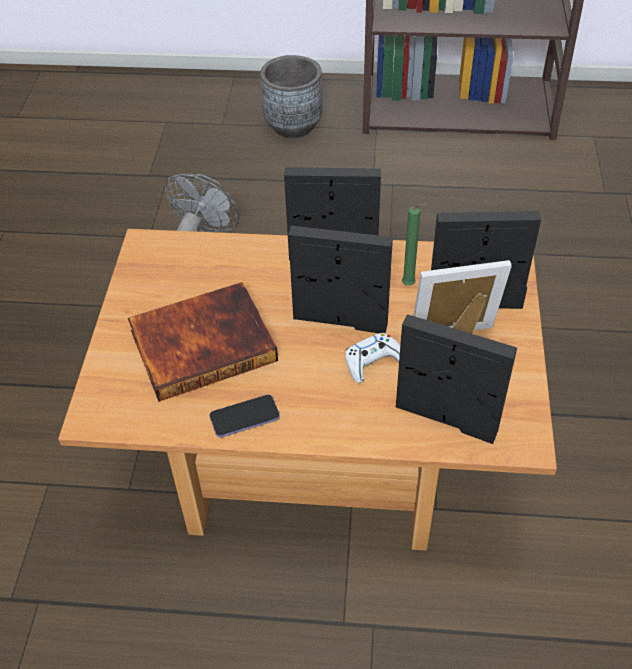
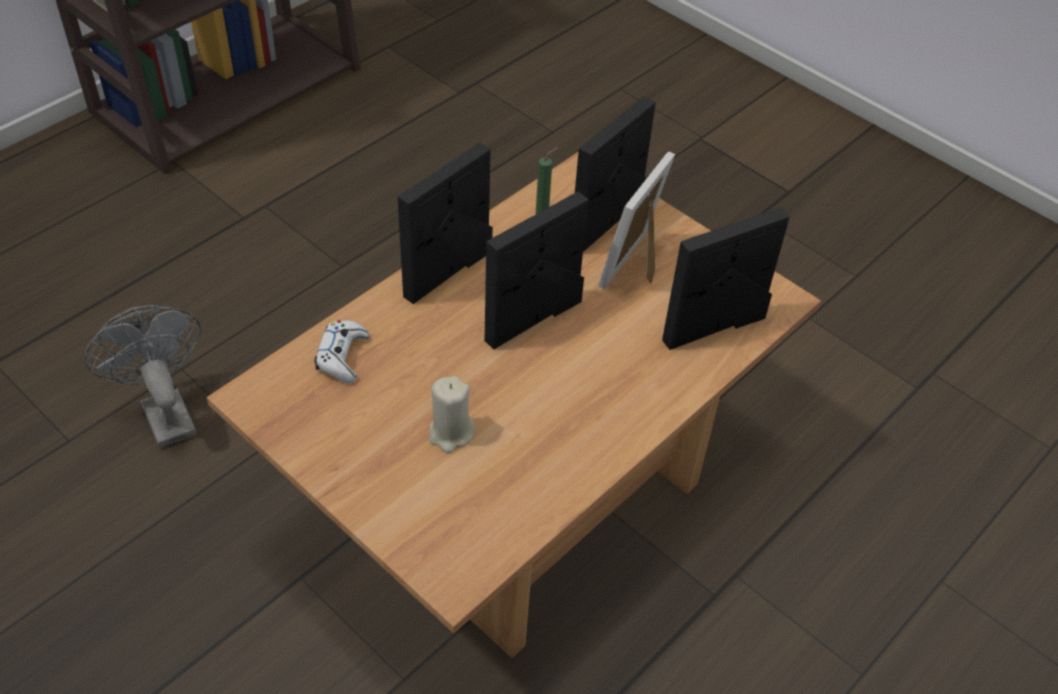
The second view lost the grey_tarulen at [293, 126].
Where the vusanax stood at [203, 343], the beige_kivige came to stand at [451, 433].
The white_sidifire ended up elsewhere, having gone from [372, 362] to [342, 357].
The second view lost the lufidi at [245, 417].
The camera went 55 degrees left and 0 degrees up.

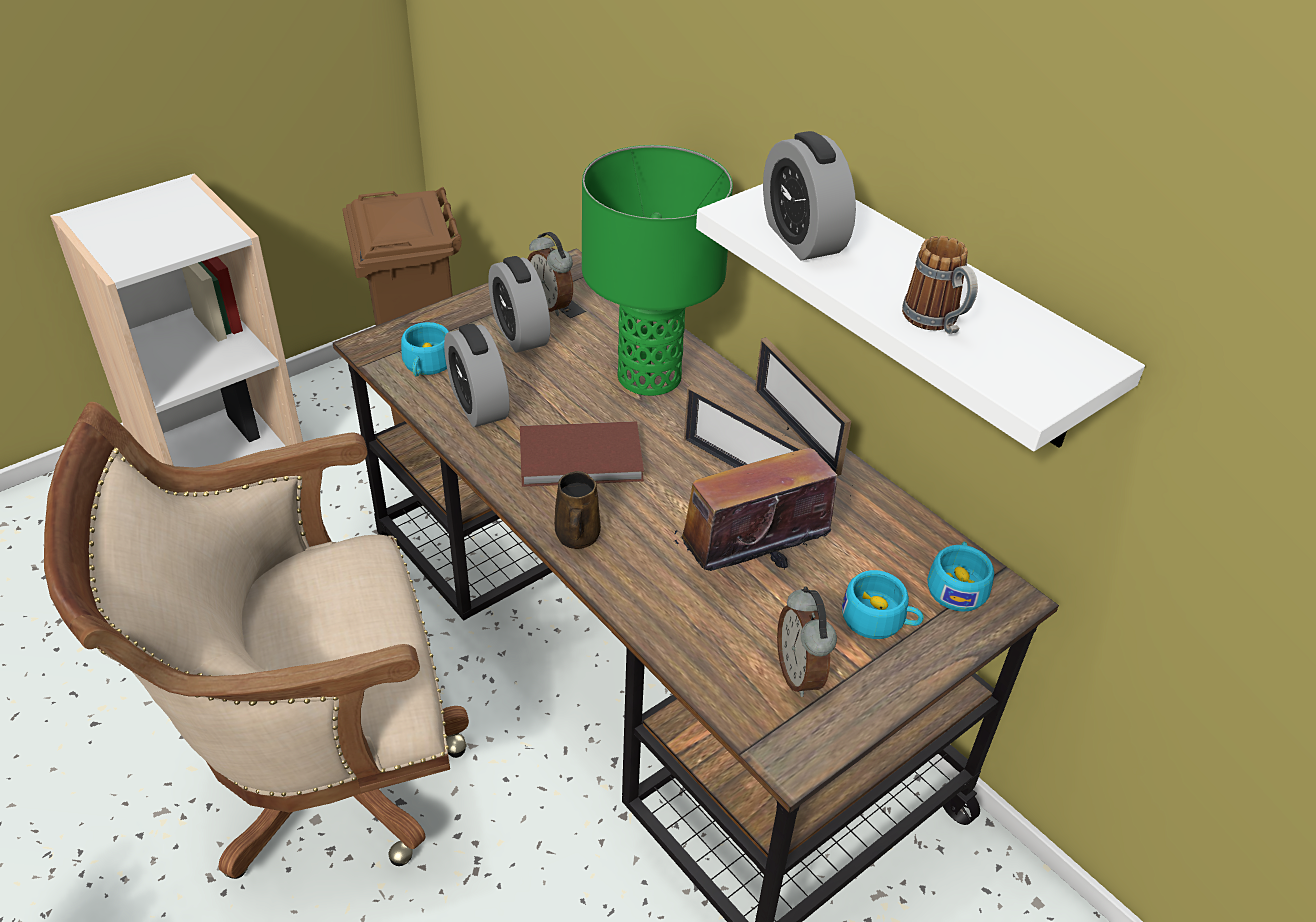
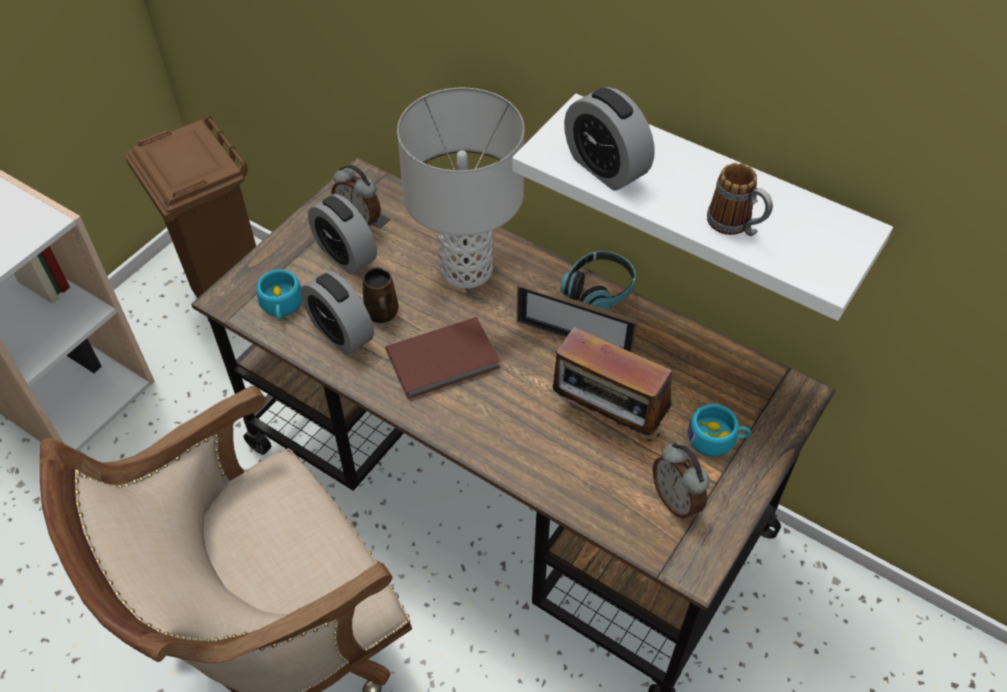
What was the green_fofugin at [650, 375] turned into the white_fofugin at [466, 267].
Where the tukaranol stood at [796, 431], the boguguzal came to stand at [599, 290].
The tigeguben at [749, 564] ended up facing another way, 105 degrees counterclockwise from before.
The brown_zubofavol ended up elsewhere, having gone from [577, 537] to [382, 314].
The second view lost the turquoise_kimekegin at [957, 586].
The camera went 15 degrees left and 10 degrees up.

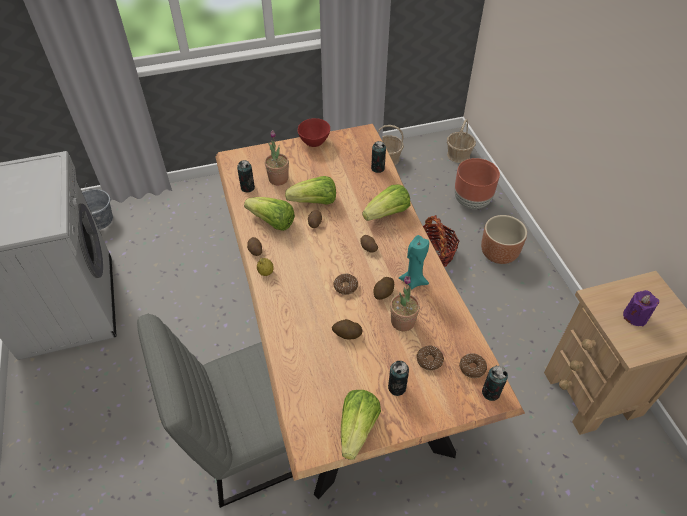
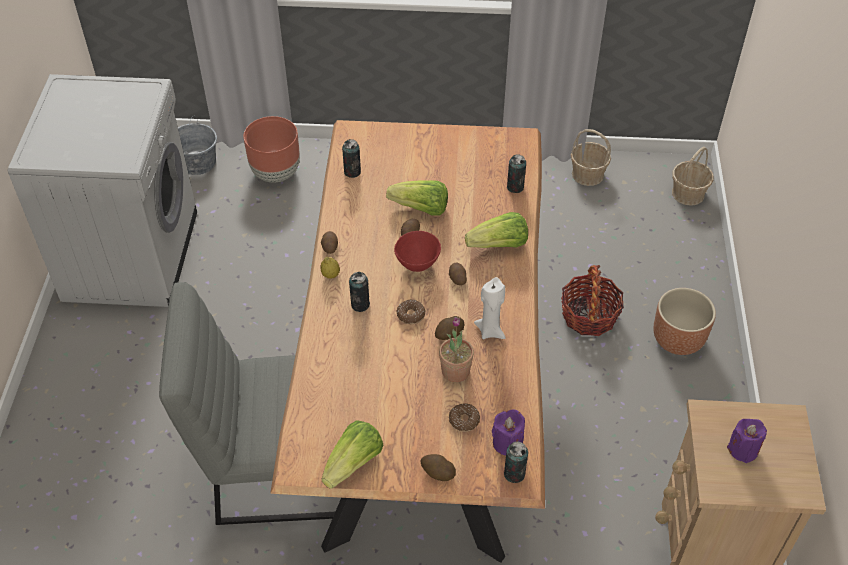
The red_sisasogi ended up elsewhere, having gone from [314, 143] to [417, 265].
The second view lost the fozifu at [278, 179].
The brown_tarulen ended up elsewhere, having gone from [472, 202] to [276, 173].
The second view lost the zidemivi at [272, 222].
What was the turquoise_kivige at [413, 281] turned into the white_kivige at [490, 330].
The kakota ended up elsewhere, having gone from [347, 334] to [437, 473].
Where the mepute stood at [472, 368], the purple_kivige came to stand at [507, 443].
The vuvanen ended up elsewhere, having gone from [397, 387] to [360, 304].
The camera went 20 degrees right and 0 degrees up.

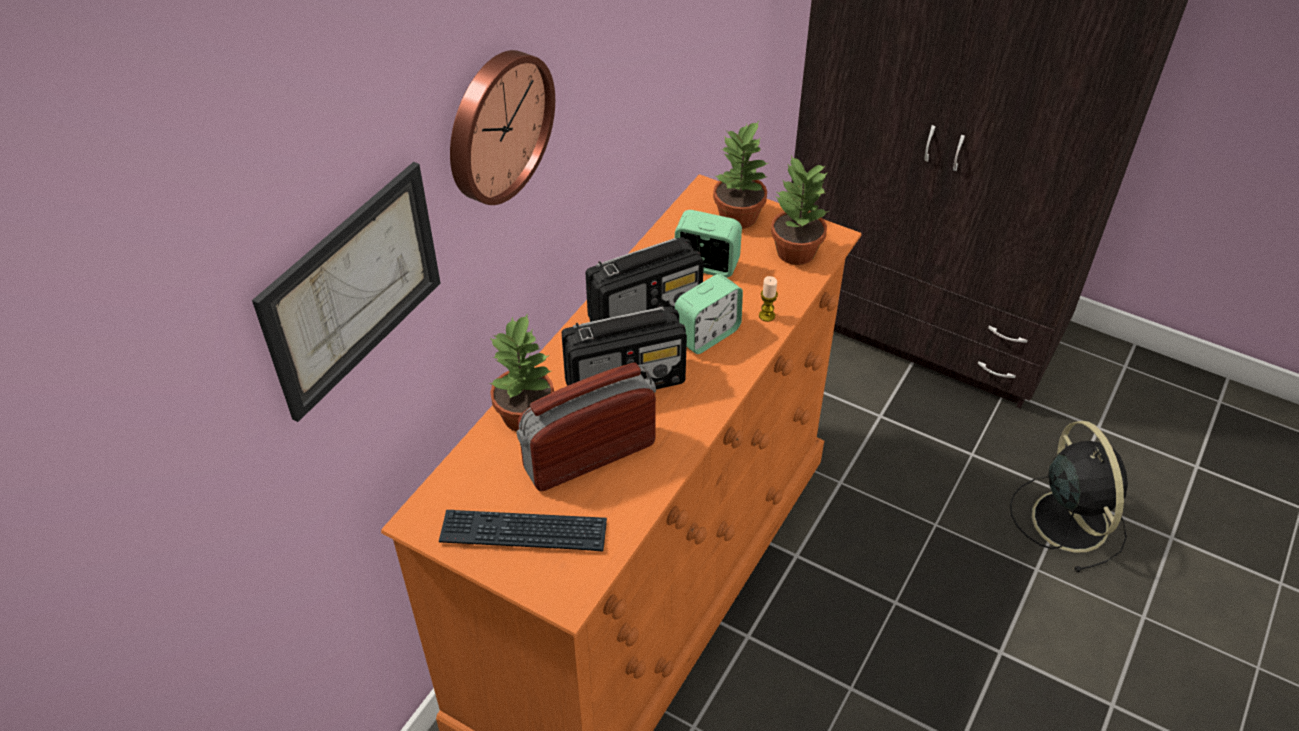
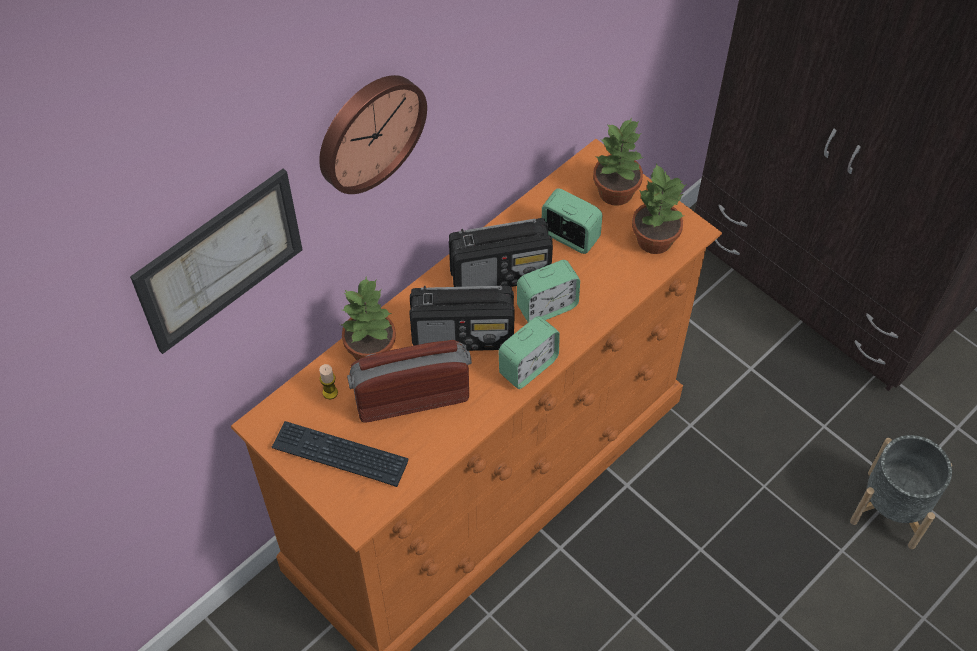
The kivige ended up elsewhere, having gone from [767, 315] to [330, 392].
Where the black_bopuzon stood at [1068, 518], the grey_tarulen came to stand at [891, 509].
The second view gained the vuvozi at [528, 366].
The camera went 15 degrees right and 10 degrees up.

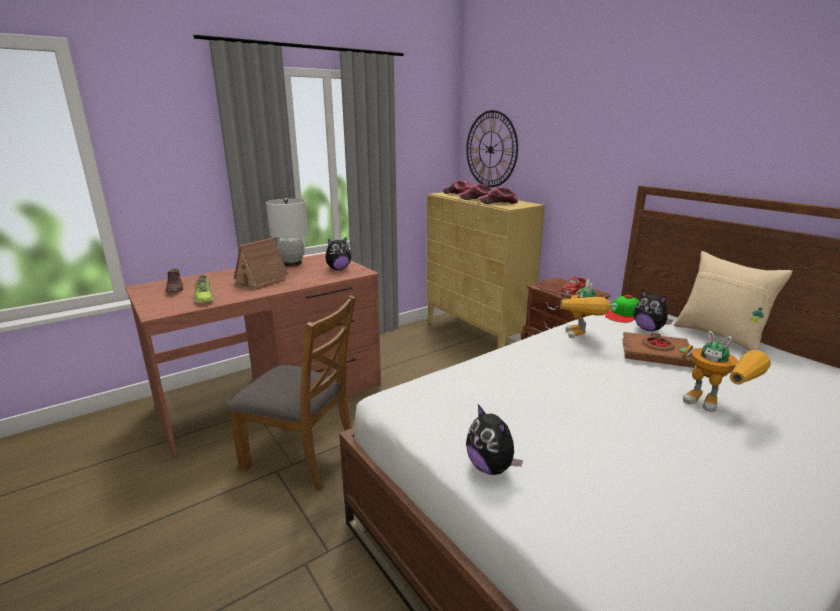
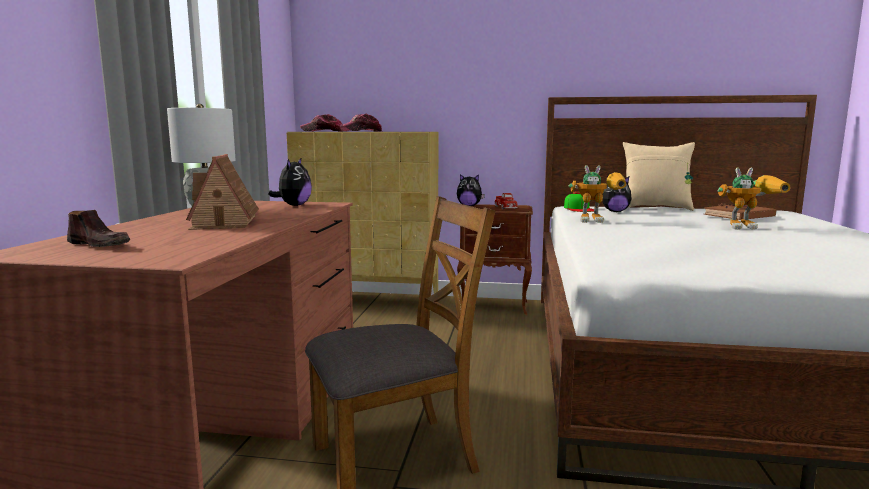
The second view lost the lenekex at [491, 149].
The second view lost the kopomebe at [498, 202].
The second view lost the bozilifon at [203, 298].
The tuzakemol at [582, 338] ended up facing another way, 45 degrees counterclockwise from before.
The brown_vusanax ended up elsewhere, having gone from [655, 354] to [738, 217].
The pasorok ended up elsewhere, having gone from [491, 467] to [469, 206].
The camera went 45 degrees left and 10 degrees down.

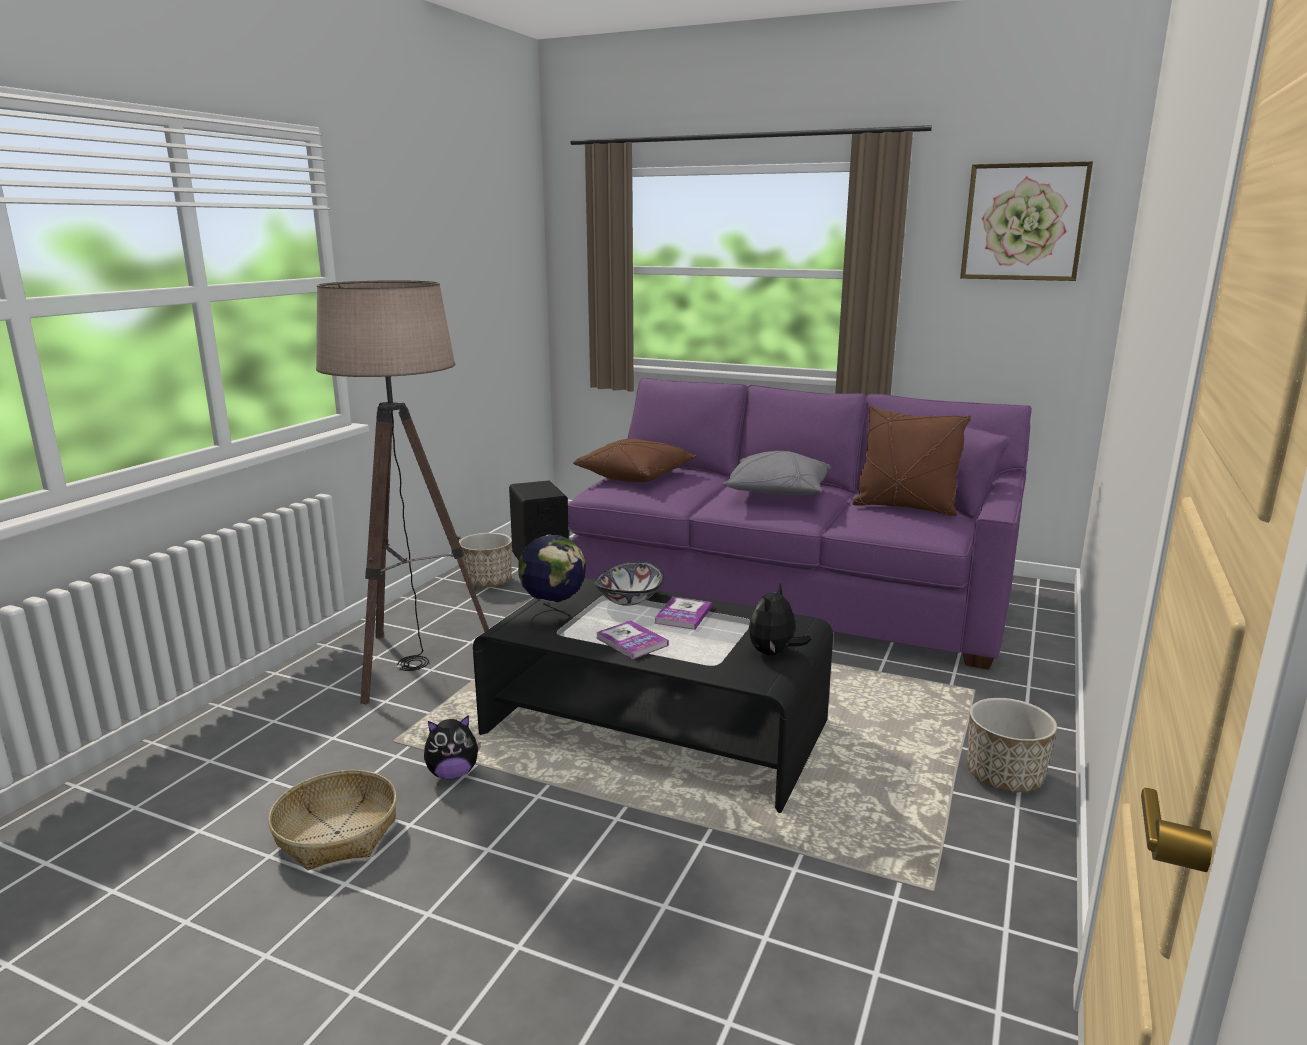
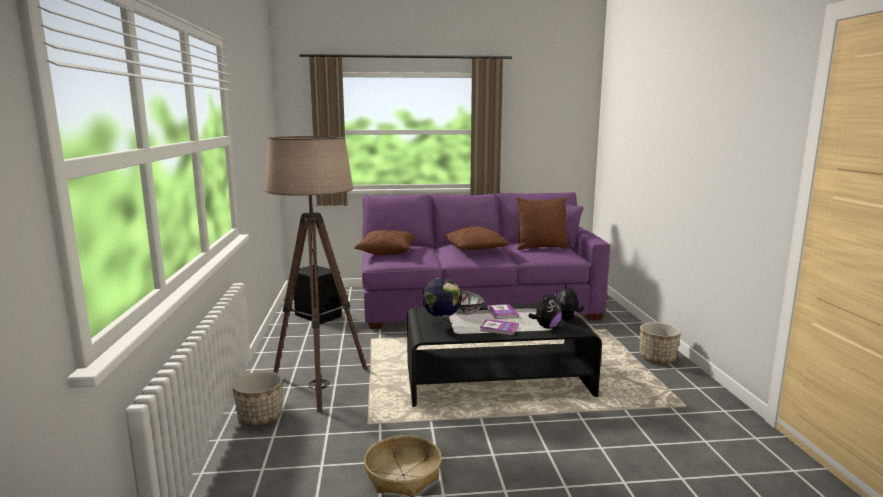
The second view lost the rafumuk at [1024, 222].
What was the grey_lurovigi at [778, 494] turned into the brown_lurovigi at [476, 250].
The tarulen ended up elsewhere, having gone from [488, 582] to [260, 418].
The pasorok ended up elsewhere, having gone from [453, 774] to [546, 327].
The camera went 30 degrees left and 5 degrees down.

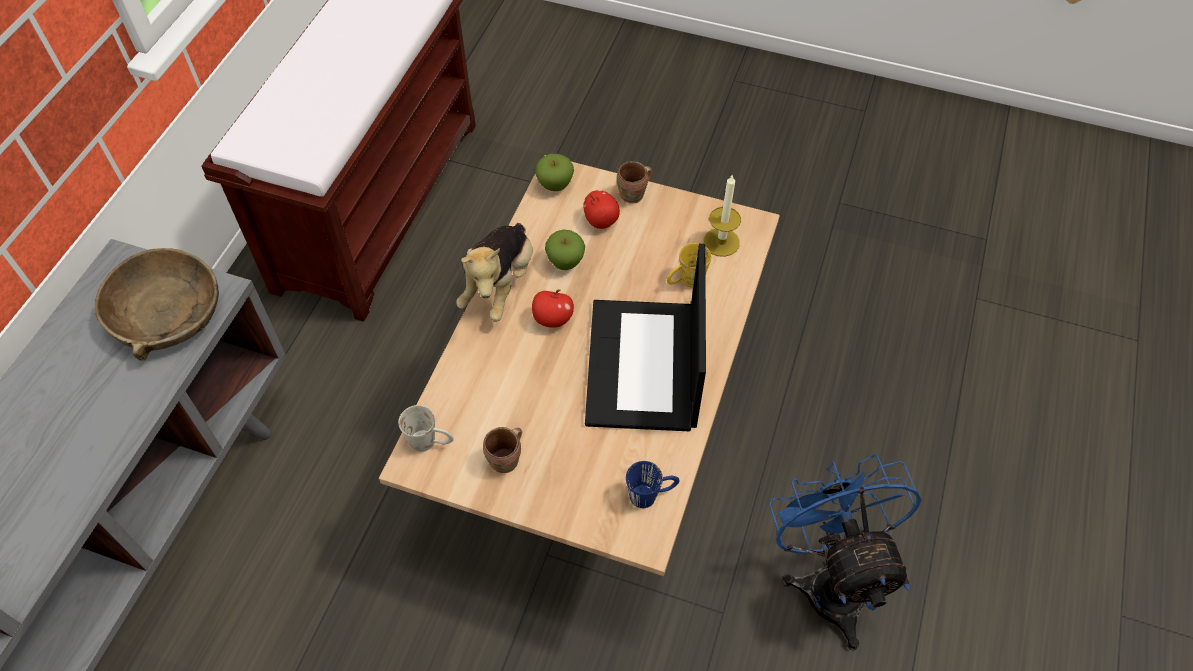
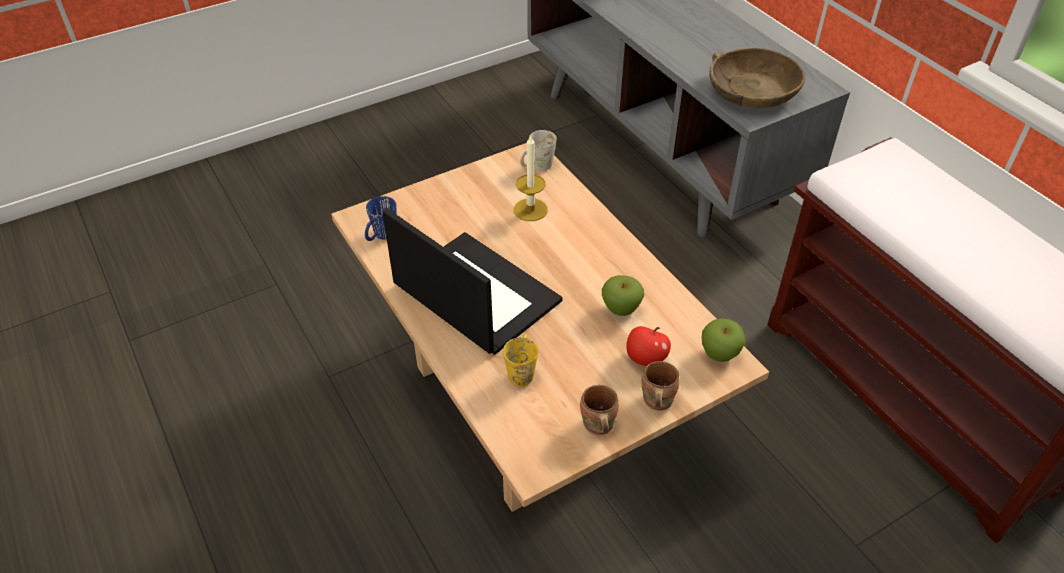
The kivige ended up elsewhere, having gone from [721, 242] to [530, 210].
The second view lost the pasorok at [500, 285].
The second view lost the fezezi at [552, 319].
The brown_zubofavol ended up elsewhere, having gone from [507, 460] to [596, 426].
The second view lost the blue_bopuzon at [829, 579].
The camera went 130 degrees right and 10 degrees down.

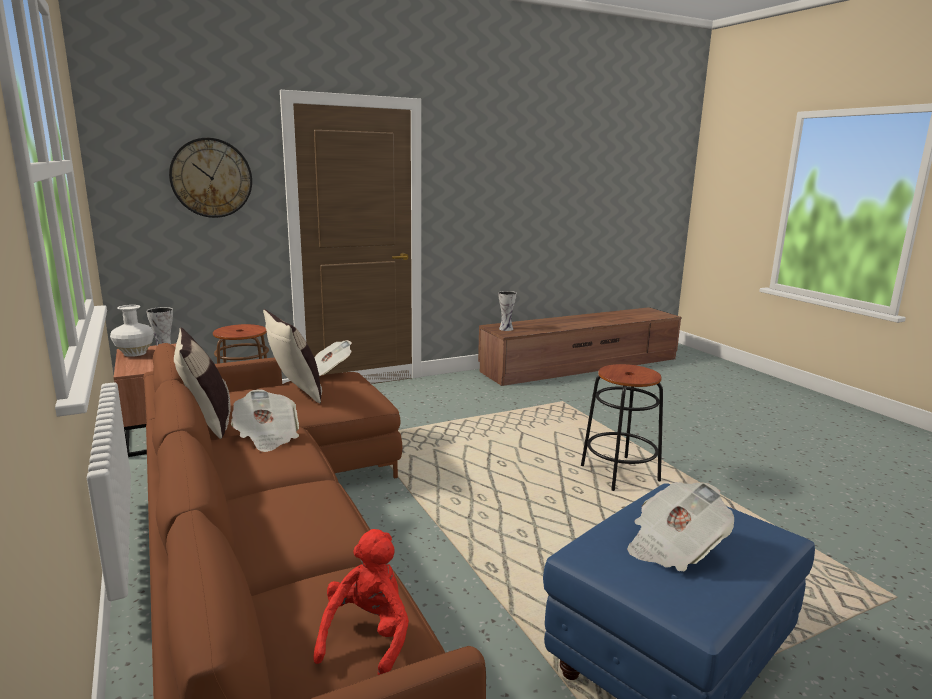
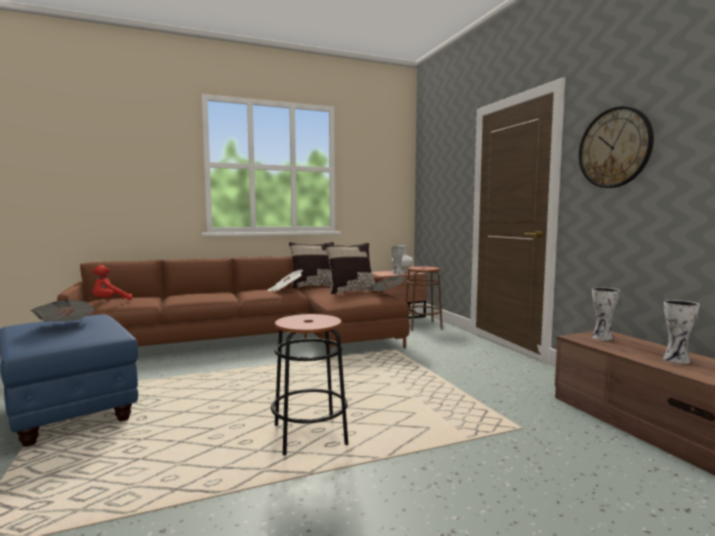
The lenekex ended up elsewhere, having gone from [211, 178] to [614, 148].
The red_pasorok at [367, 636] ended up facing another way, 120 degrees clockwise from before.
The second view gained the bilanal at [677, 360].
The camera went 95 degrees right and 10 degrees down.

